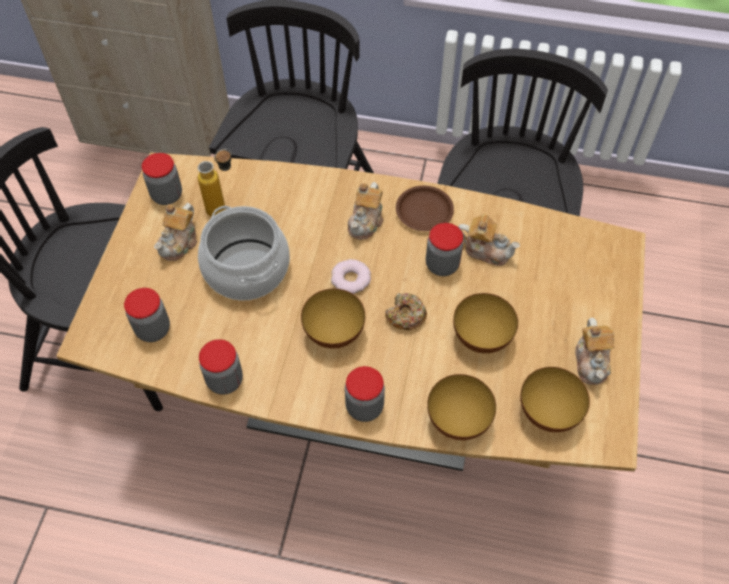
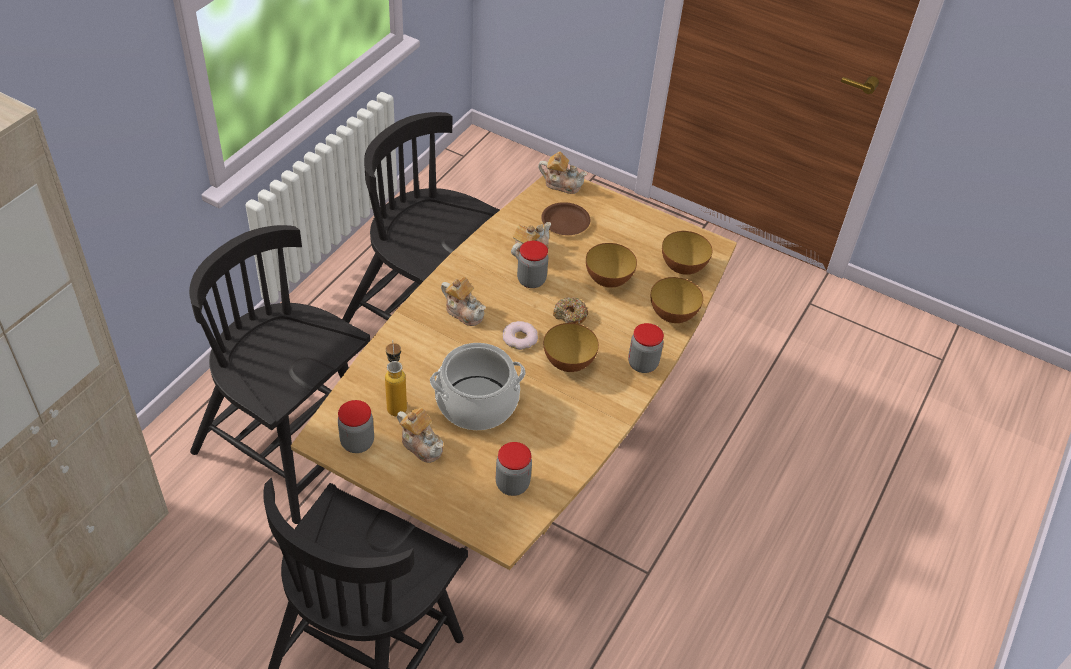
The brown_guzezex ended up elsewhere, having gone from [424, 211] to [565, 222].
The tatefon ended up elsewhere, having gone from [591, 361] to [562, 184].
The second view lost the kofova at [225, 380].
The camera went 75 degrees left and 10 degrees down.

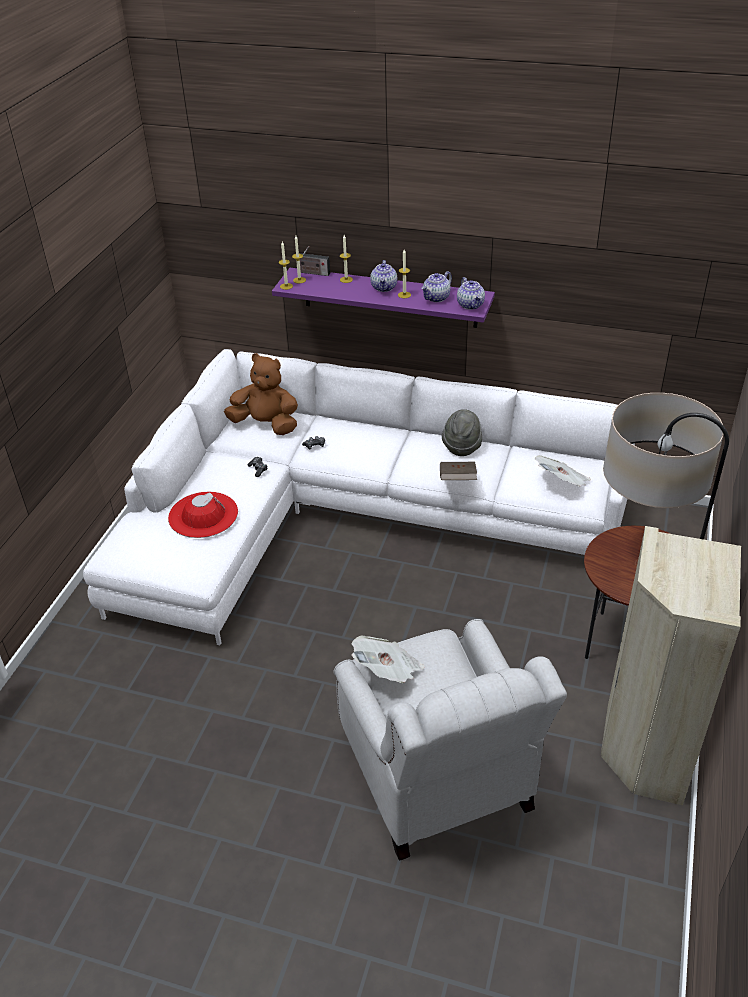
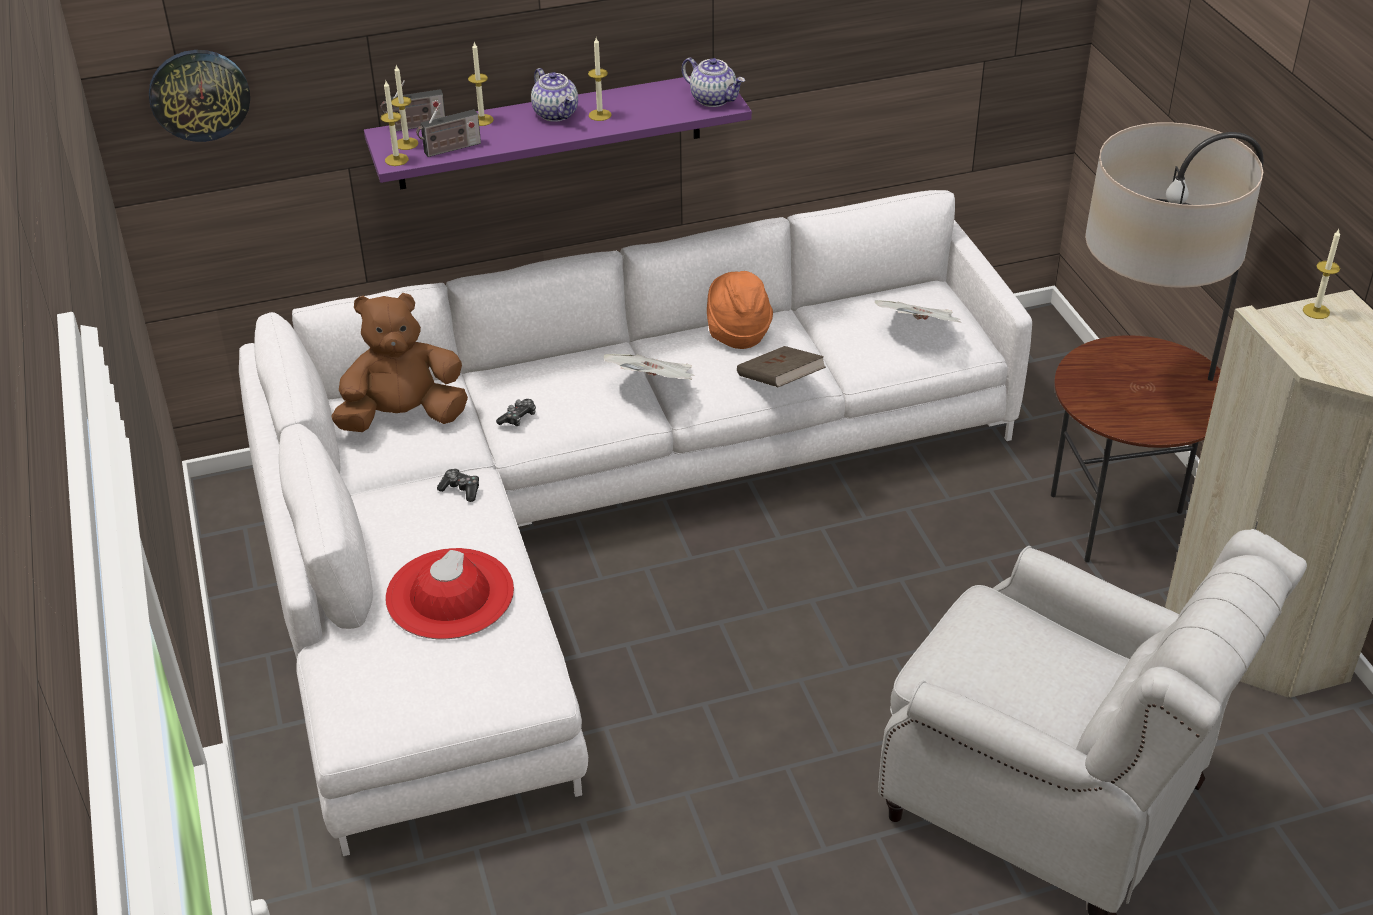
The second view lost the tatefon at [436, 298].
What was the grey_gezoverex at [462, 446] turned into the orange_gezoverex at [737, 333].
The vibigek ended up elsewhere, having gone from [388, 671] to [654, 385].
The second view gained the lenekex at [199, 94].
The second view gained the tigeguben at [450, 149].
The second view gained the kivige at [1316, 311].
The camera went 35 degrees left and 0 degrees up.

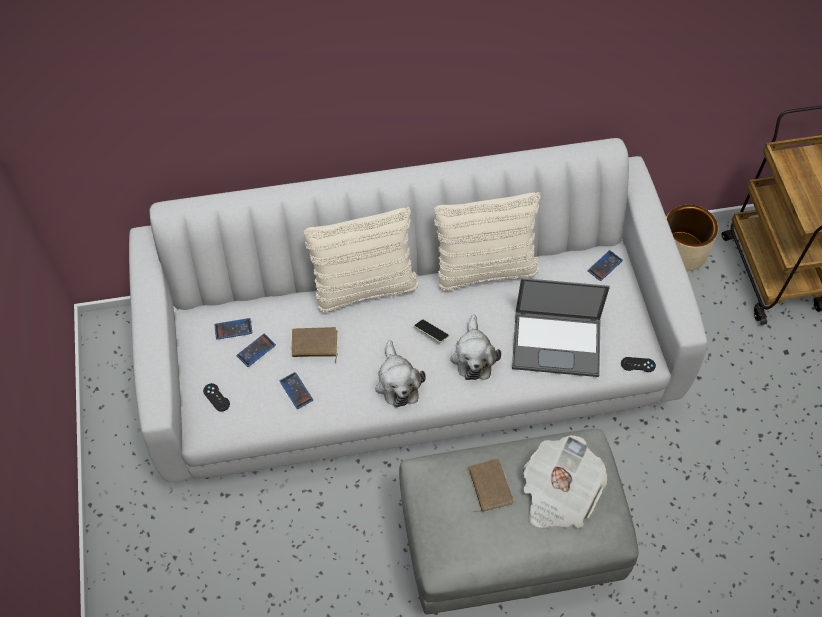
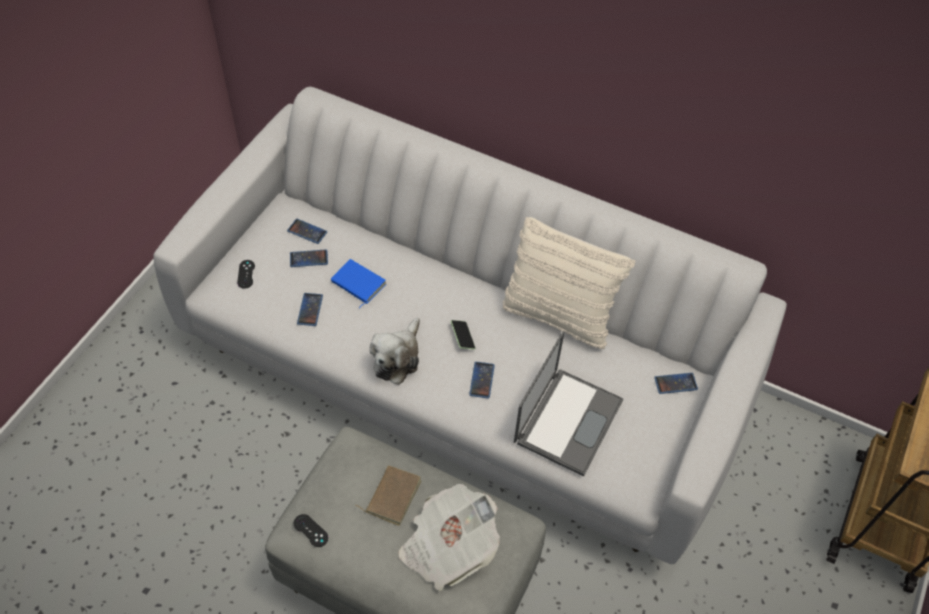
The second view lost the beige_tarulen at [681, 251].
The second view lost the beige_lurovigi at [365, 287].
The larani at [557, 343] ended up facing another way, 105 degrees counterclockwise from before.
Where the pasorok stood at [473, 356], the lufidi came to stand at [482, 380].
What was the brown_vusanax at [314, 345] turned into the blue_vusanax at [357, 284].
The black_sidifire ended up elsewhere, having gone from [638, 364] to [310, 530].
The camera went 35 degrees right and 5 degrees down.

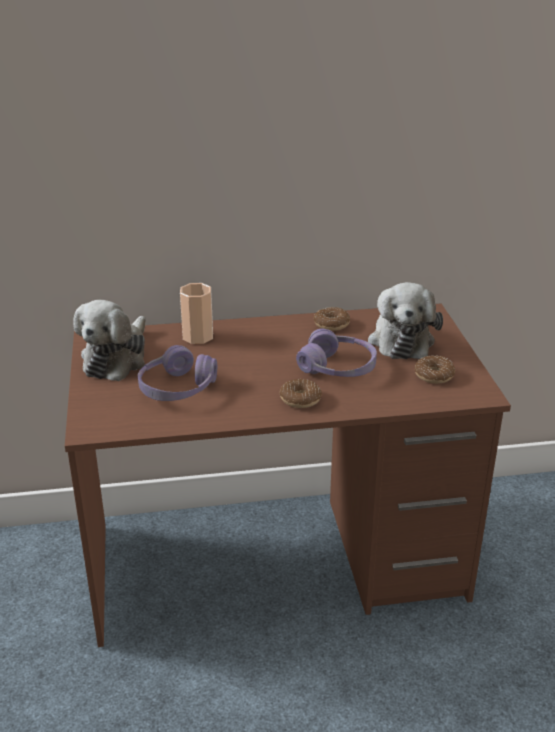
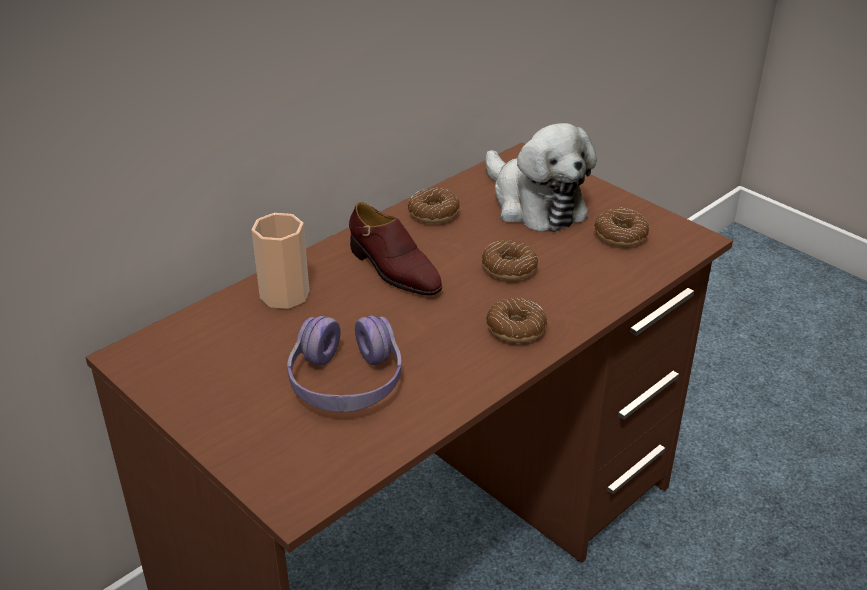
The second view lost the pasorok at [116, 358].
Where the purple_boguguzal stood at [338, 368], the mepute came to stand at [509, 268].
The second view gained the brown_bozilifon at [393, 270].
The camera went 35 degrees left and 5 degrees up.

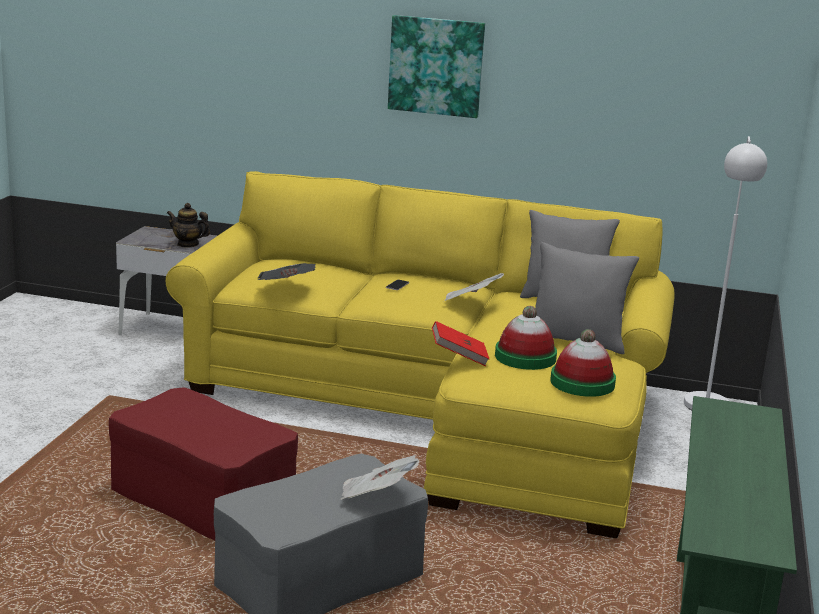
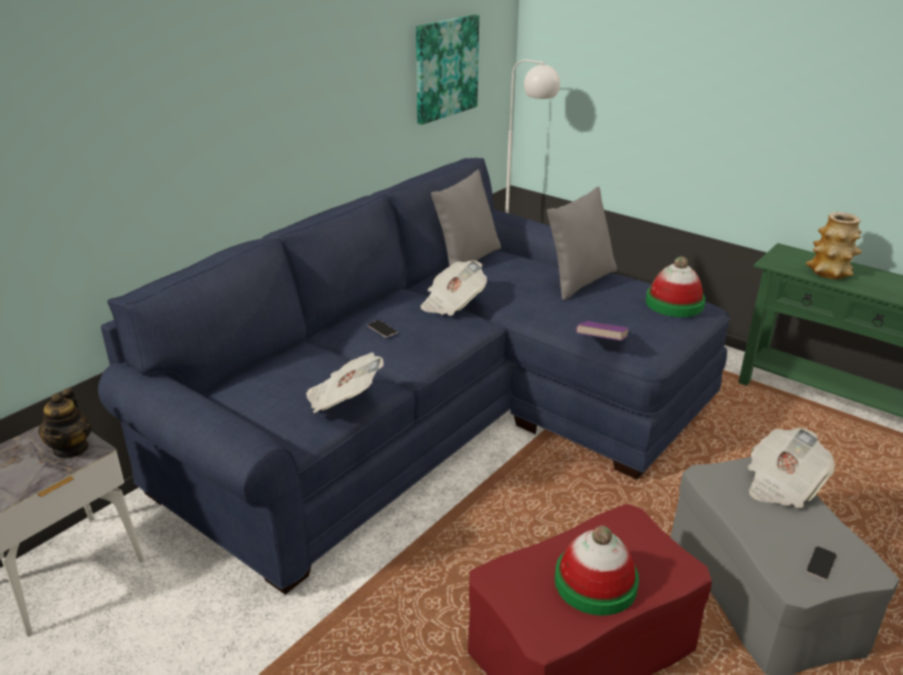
The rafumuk ended up elsewhere, having gone from [436, 66] to [445, 68].
What was the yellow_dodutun at [442, 409] turned into the blue_dodutun at [441, 416].
The tatefon at [188, 244] ended up facing another way, 45 degrees counterclockwise from before.
The gezoverex ended up elsewhere, having gone from [525, 357] to [595, 582].
What was the red_vusanax at [459, 357] turned into the purple_vusanax at [601, 343].
The second view gained the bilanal at [829, 273].
The second view gained the lufidi at [821, 563].
The camera went 65 degrees left and 10 degrees up.

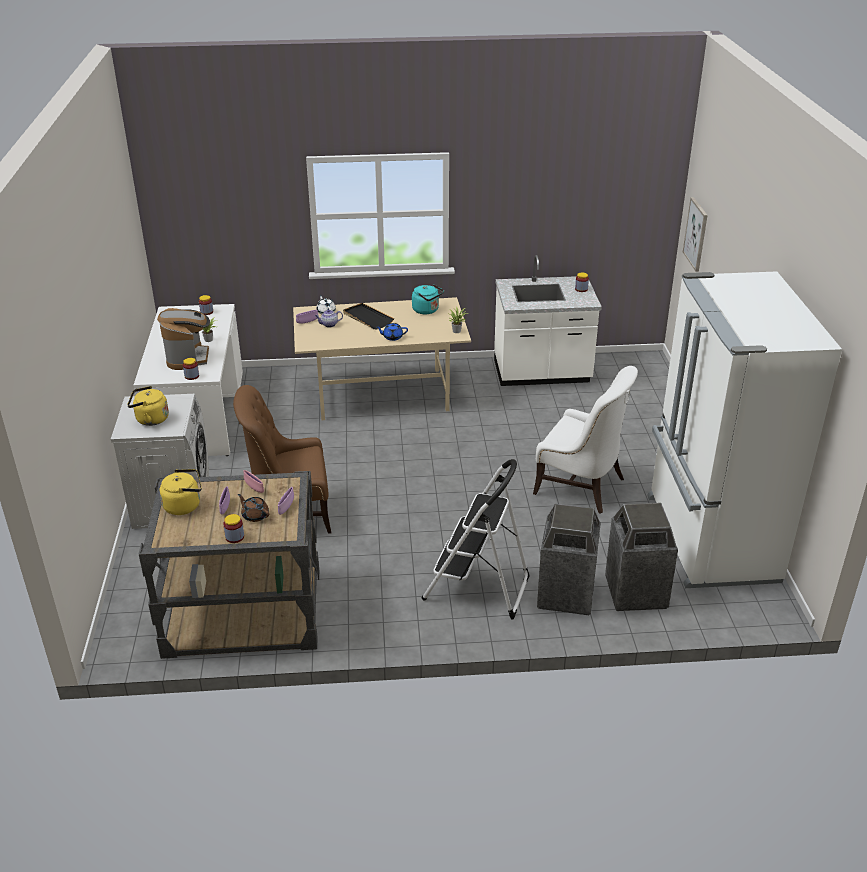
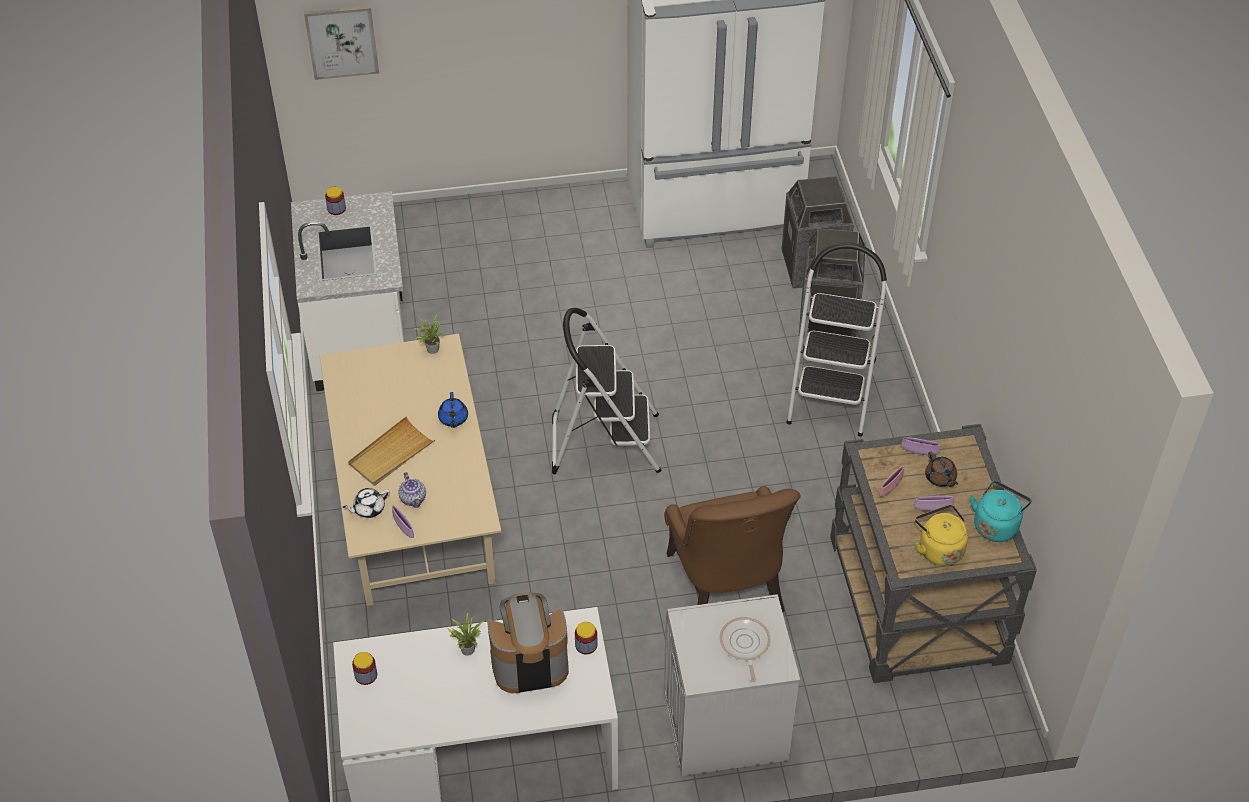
The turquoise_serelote ended up elsewhere, having gone from [427, 310] to [996, 525].
What was the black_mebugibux at [367, 318] turned into the beige_mebugibux at [391, 454].
The second view lost the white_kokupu at [581, 486].
Where the yellow_serelote stood at [150, 419], the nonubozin came to stand at [744, 645].
The brown_tatefon at [255, 515] ended up facing another way, 60 degrees counterclockwise from before.
The second view lost the kofova at [235, 537].
The second view gained the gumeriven at [602, 443].
The camera went 95 degrees left and 15 degrees up.

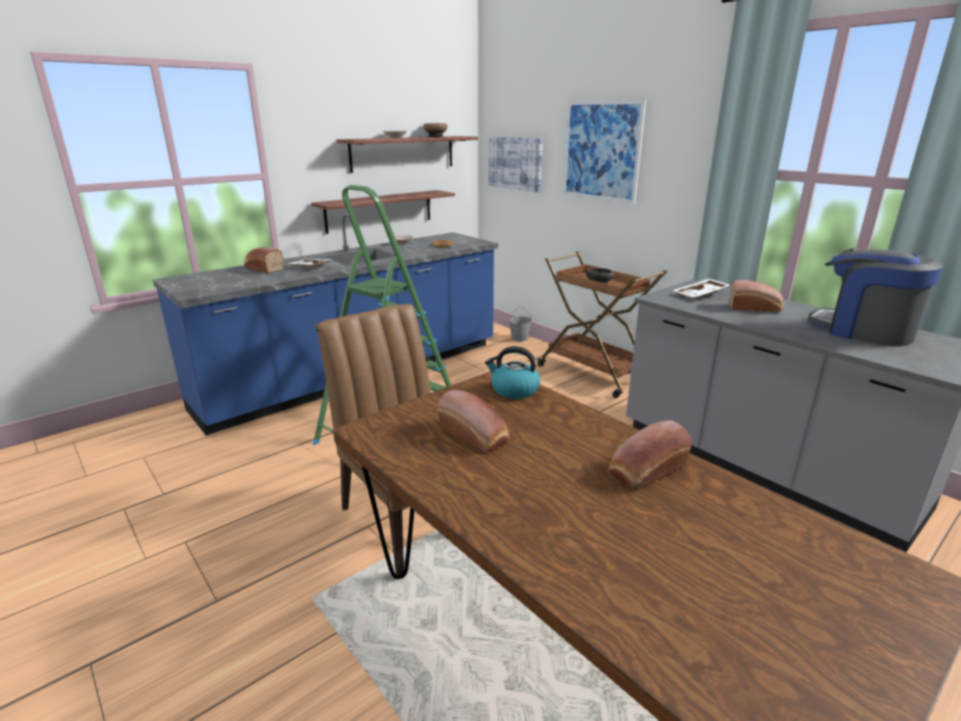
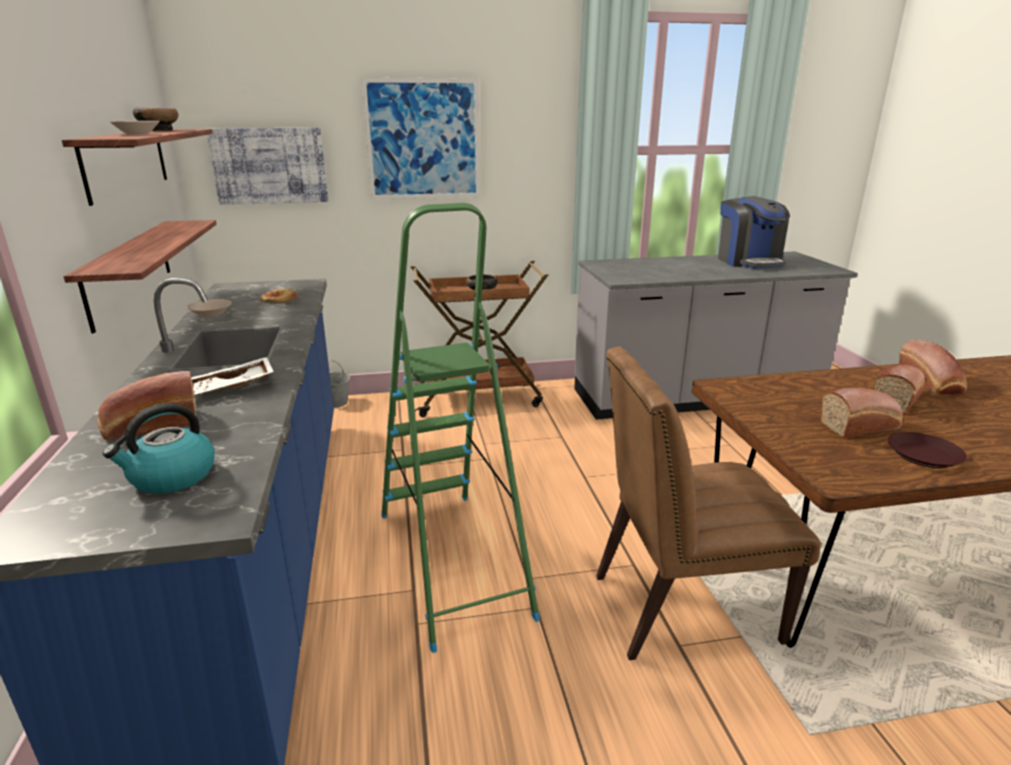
The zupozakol at [862, 331] ended up facing another way, 90 degrees counterclockwise from before.
The second view lost the white_mebugibux at [701, 295].
The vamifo ended up elsewhere, having gone from [755, 308] to [896, 399].
The serelote ended up elsewhere, having gone from [514, 390] to [171, 477].
The second view gained the brown_guzezex at [923, 456].
The camera went 60 degrees left and 0 degrees up.

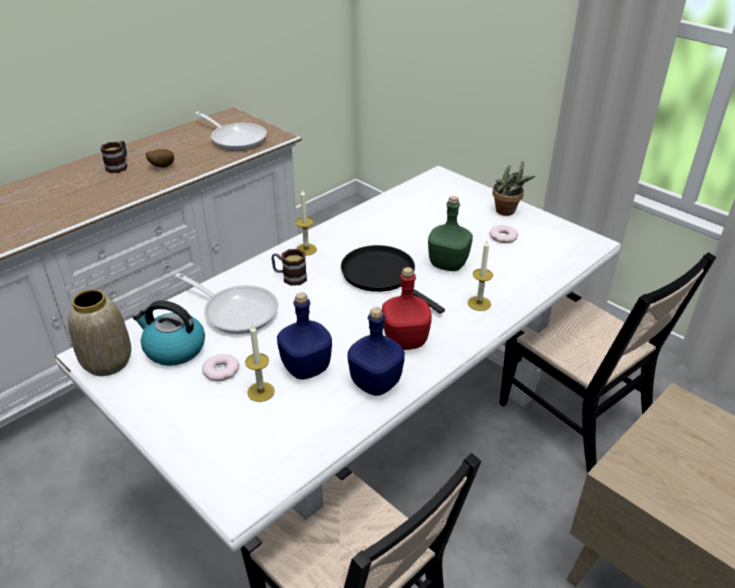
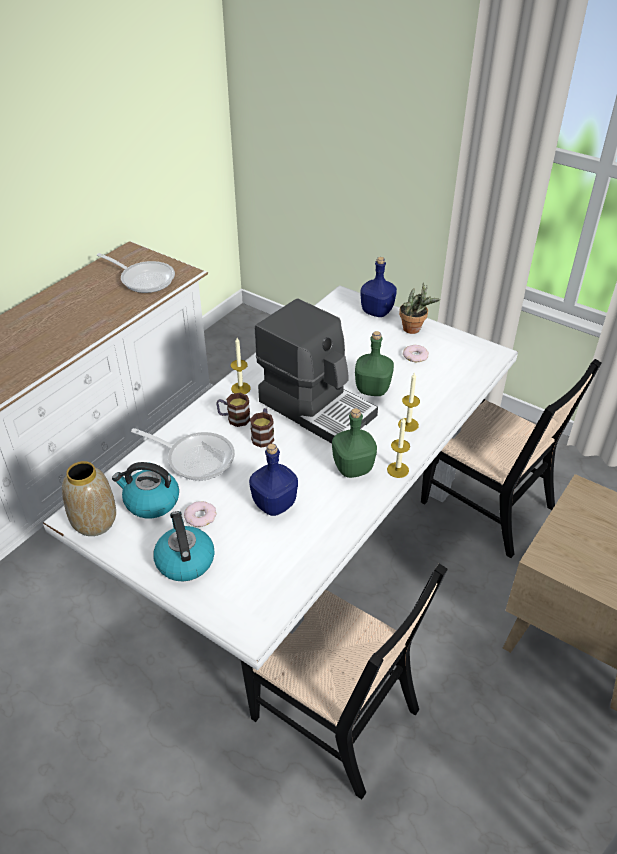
The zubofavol ended up elsewhere, having gone from [119, 166] to [263, 435].
The second view lost the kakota at [162, 166].
Where the black_nonubozin stood at [382, 275], the zupozakol came to stand at [317, 407].
What was the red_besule at [404, 340] turned into the green_besule at [352, 467].
The blue_besule ended up elsewhere, having gone from [374, 382] to [376, 311].
The kivige ended up elsewhere, having gone from [261, 392] to [397, 470].
The second view gained the serelote at [184, 561].
The camera went 10 degrees left and 5 degrees up.

